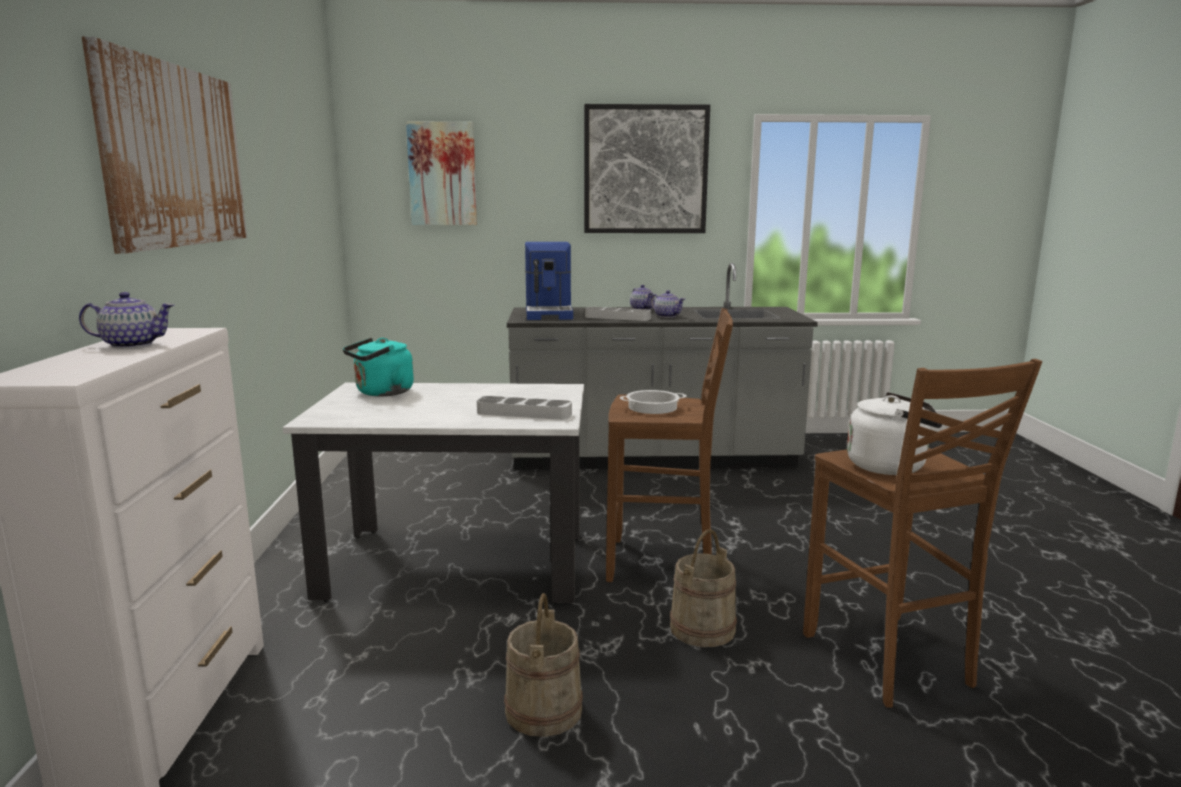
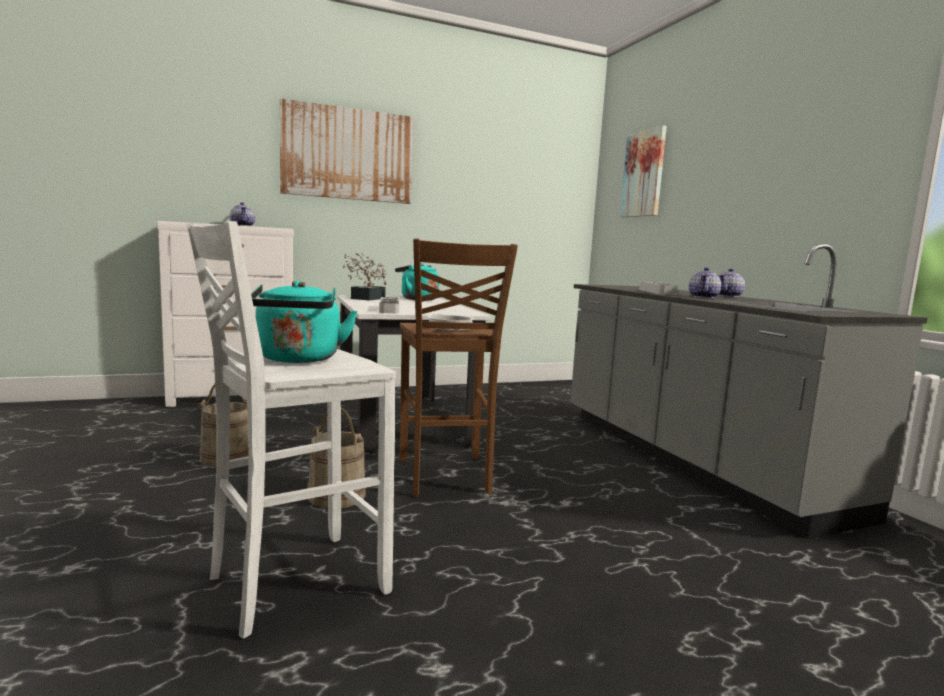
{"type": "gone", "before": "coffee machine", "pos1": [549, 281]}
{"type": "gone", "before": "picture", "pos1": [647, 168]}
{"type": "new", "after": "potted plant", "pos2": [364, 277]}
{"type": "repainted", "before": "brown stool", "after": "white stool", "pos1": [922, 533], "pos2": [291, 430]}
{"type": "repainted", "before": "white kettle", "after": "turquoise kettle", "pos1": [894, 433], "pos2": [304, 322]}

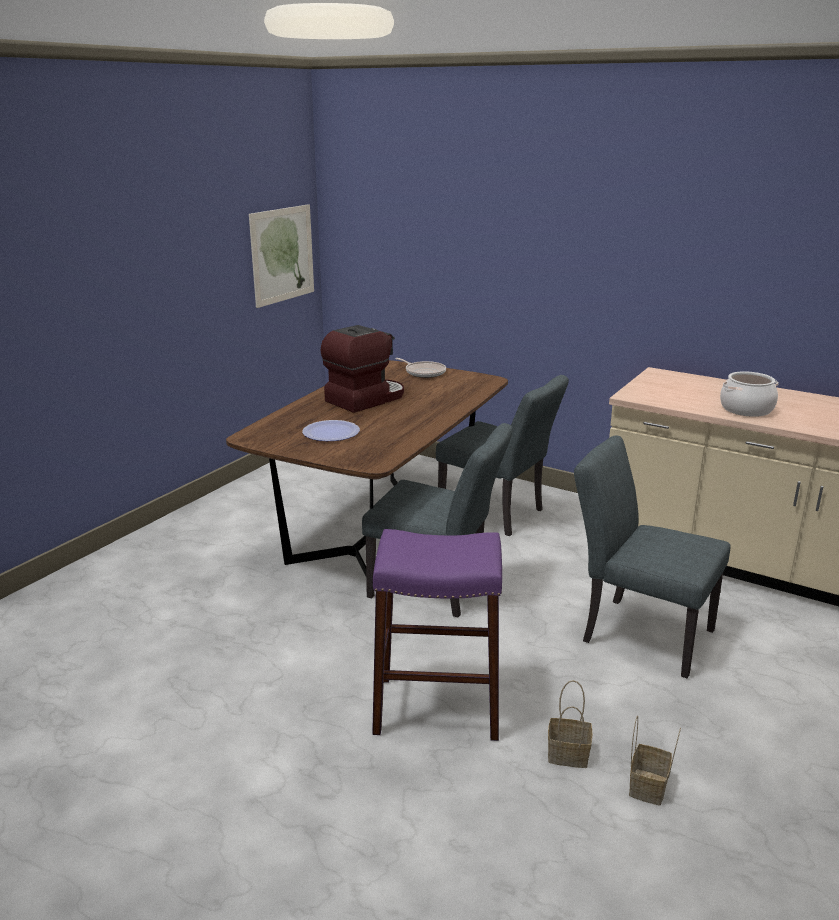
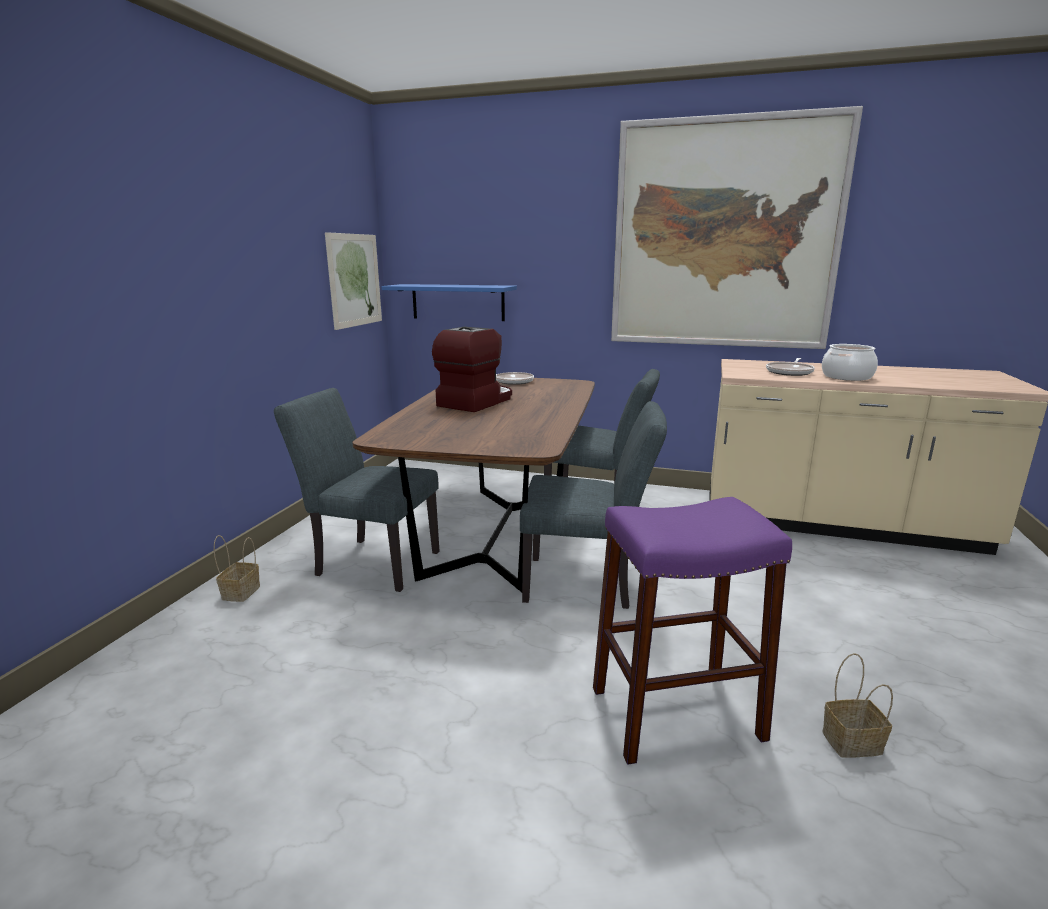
{"type": "gone", "before": "plate", "pos1": [331, 430]}
{"type": "new", "after": "blue shelf", "pos2": [449, 302]}
{"type": "new", "after": "picture", "pos2": [737, 227]}
{"type": "new", "after": "frying pan", "pos2": [790, 367]}
{"type": "shifted", "before": "grey chair", "pos1": [652, 557], "pos2": [356, 490]}
{"type": "shifted", "before": "basket", "pos1": [655, 761], "pos2": [237, 568]}

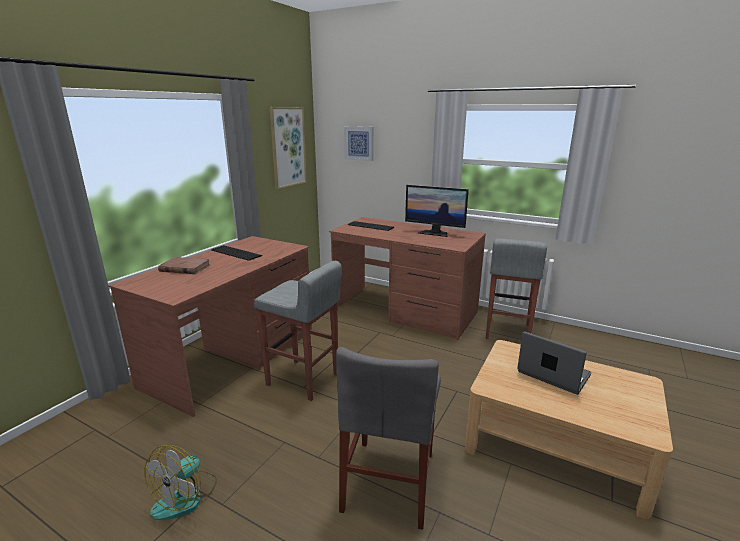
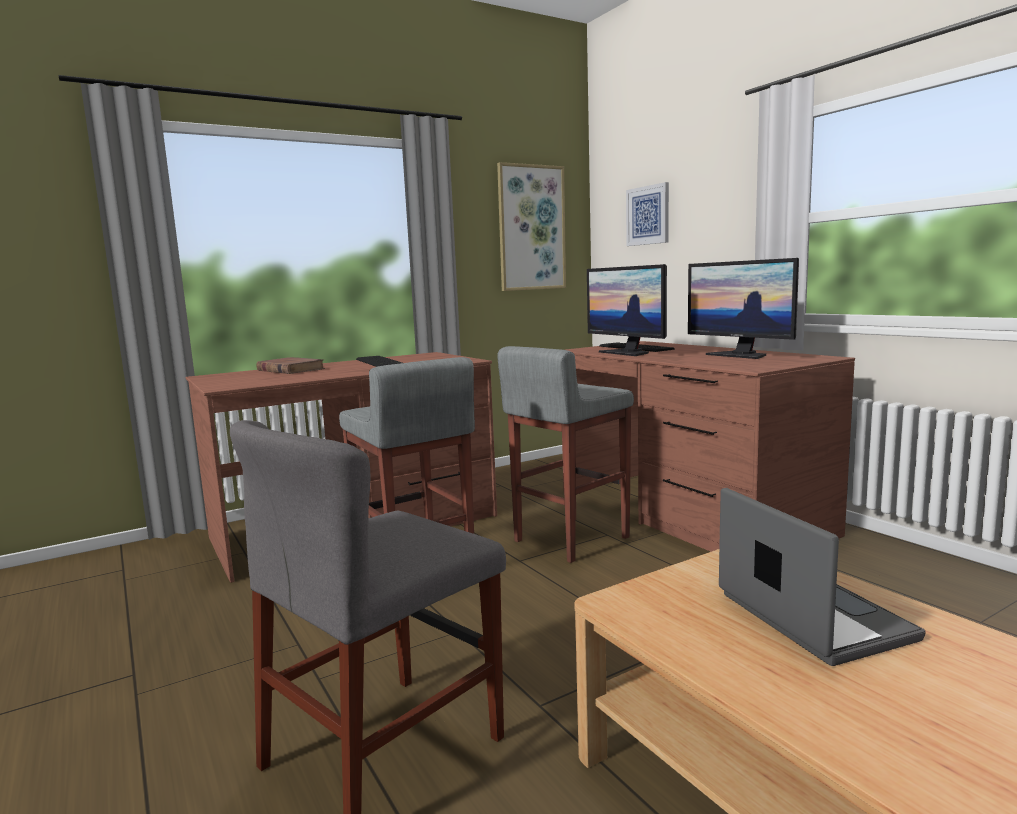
{"type": "gone", "before": "fan", "pos1": [180, 482]}
{"type": "new", "after": "monitor", "pos2": [627, 310]}
{"type": "shifted", "before": "grey stool", "pos1": [516, 288], "pos2": [565, 454]}

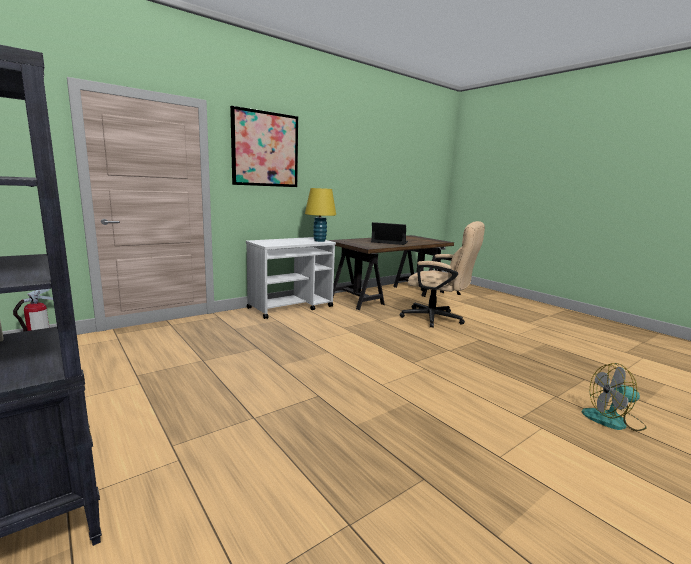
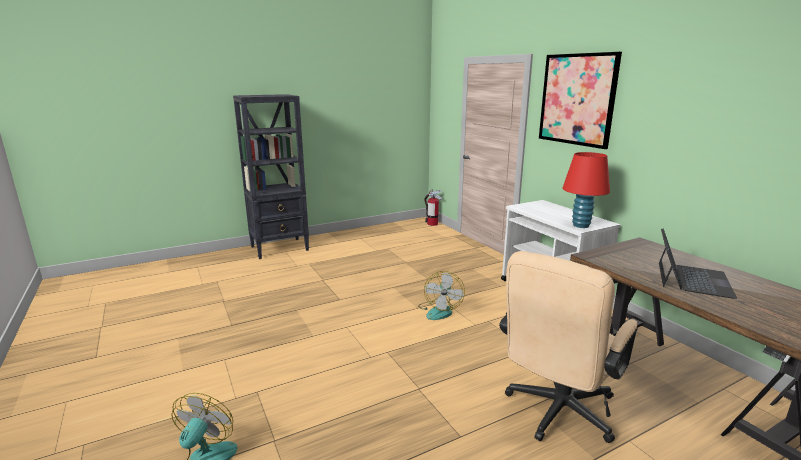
{"type": "new", "after": "fan", "pos2": [441, 295]}
{"type": "repainted", "before": "yellow table lamp", "after": "red table lamp", "pos1": [320, 215], "pos2": [586, 190]}

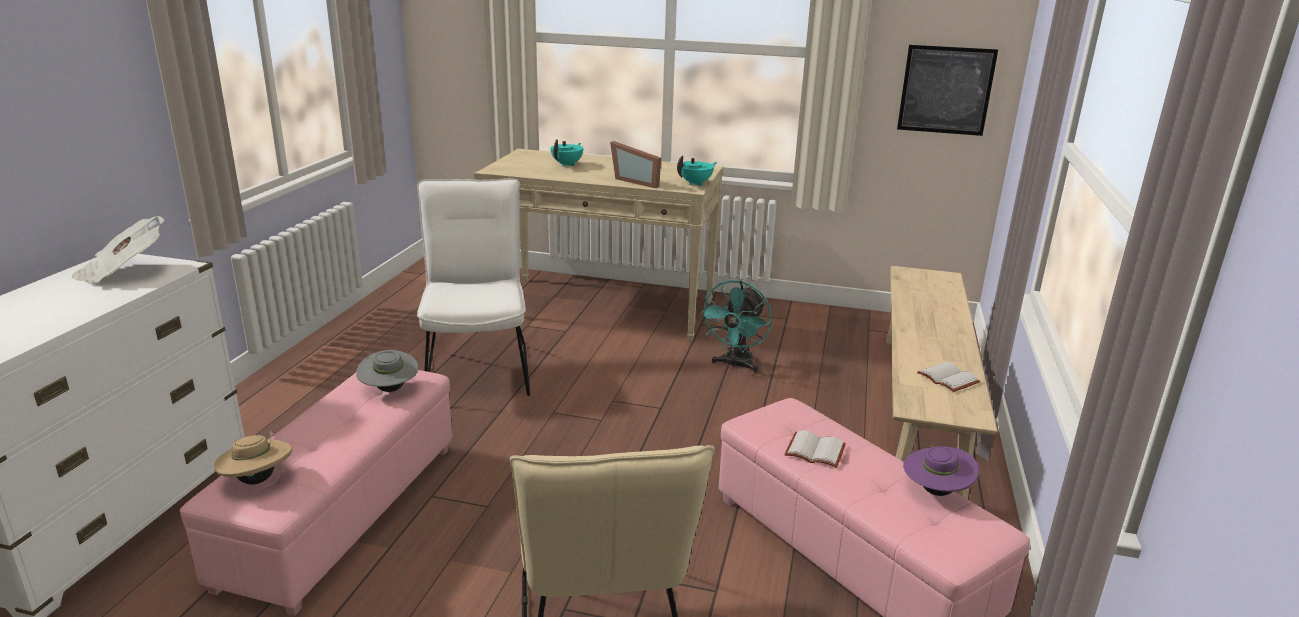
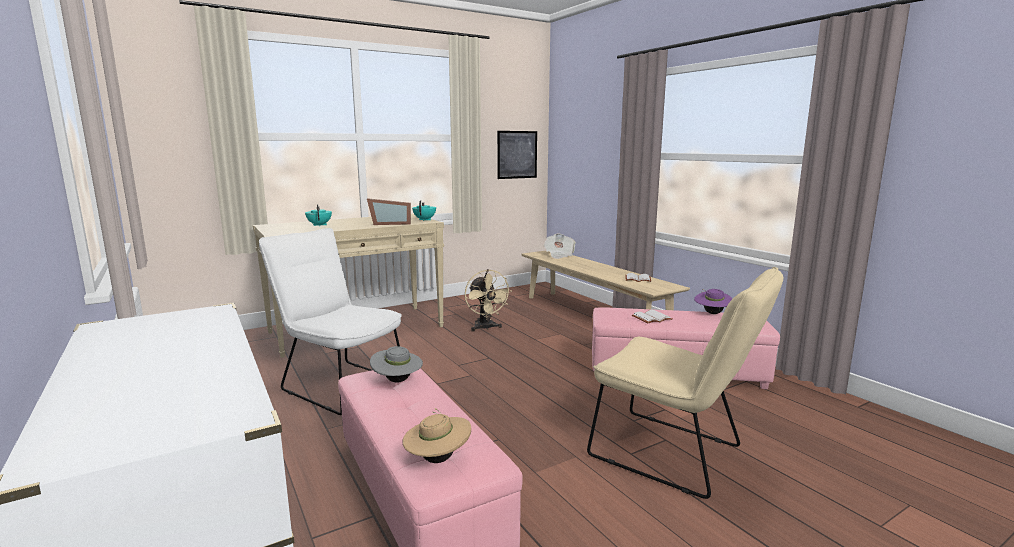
{"type": "shifted", "before": "newspaper", "pos1": [118, 249], "pos2": [559, 246]}
{"type": "repainted", "before": "turquoise fan", "after": "beige fan", "pos1": [735, 326], "pos2": [488, 300]}

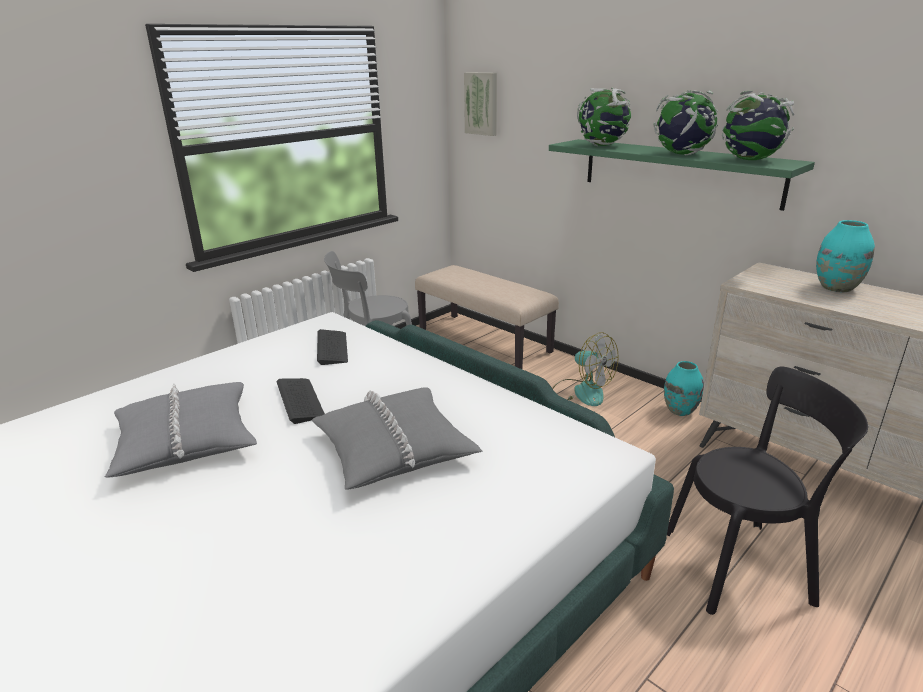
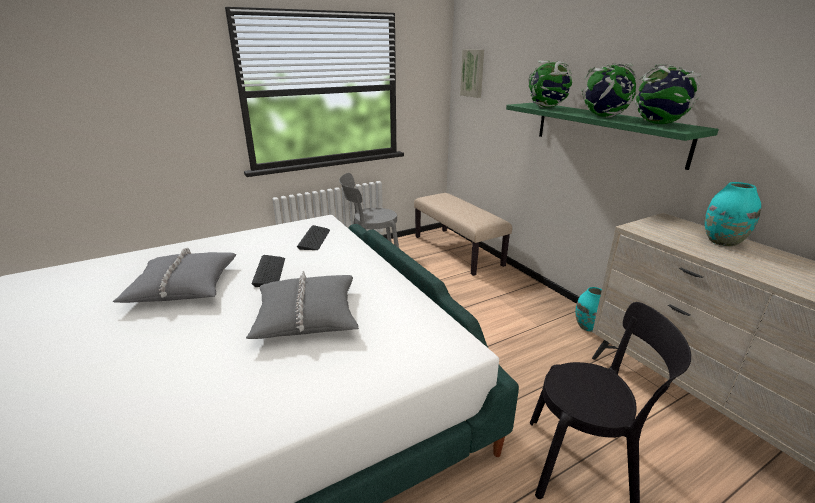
{"type": "gone", "before": "fan", "pos1": [585, 369]}

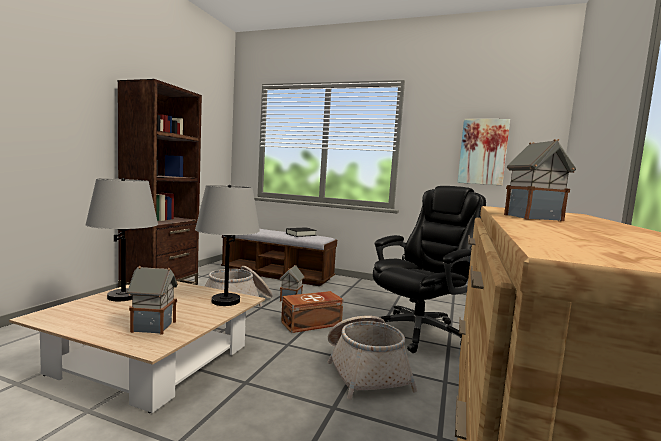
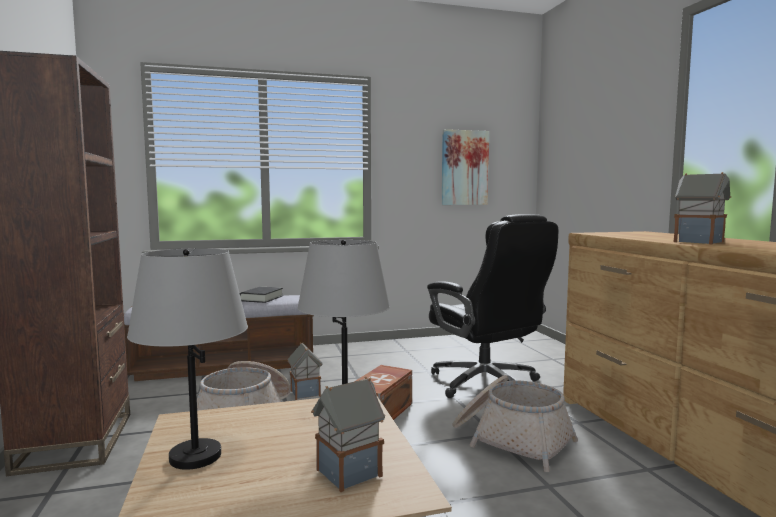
{"type": "rotated", "before": "black office chair", "pos1": [429, 269], "pos2": [492, 306], "turn": 135}

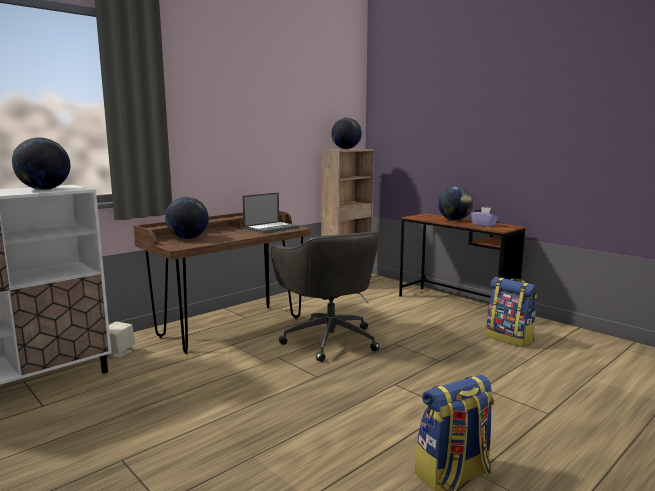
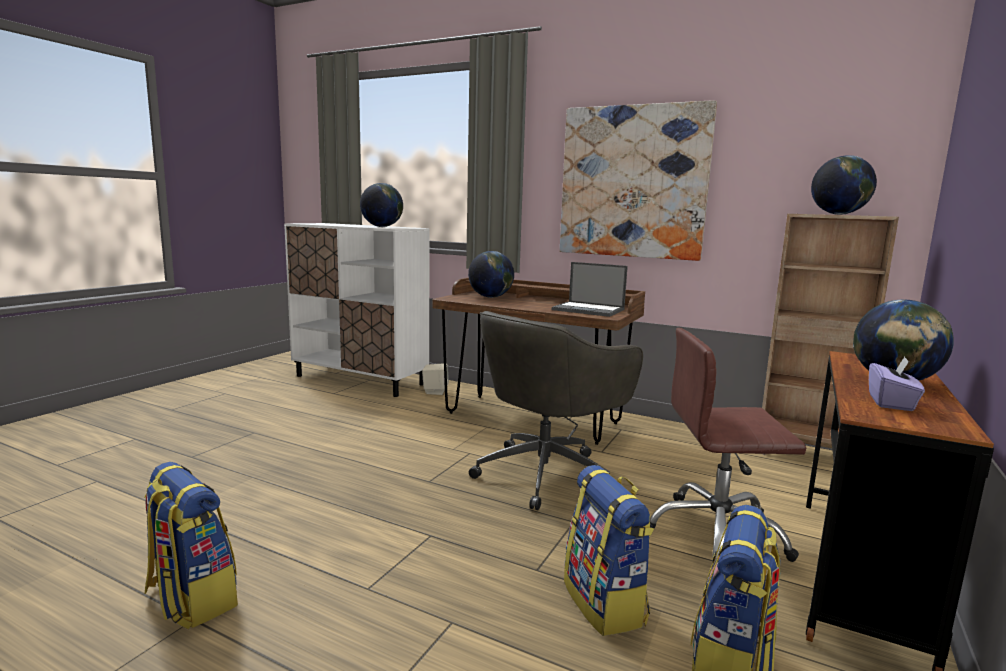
{"type": "new", "after": "picture", "pos2": [638, 180]}
{"type": "new", "after": "backpack", "pos2": [609, 550]}
{"type": "new", "after": "brown office chair", "pos2": [728, 445]}

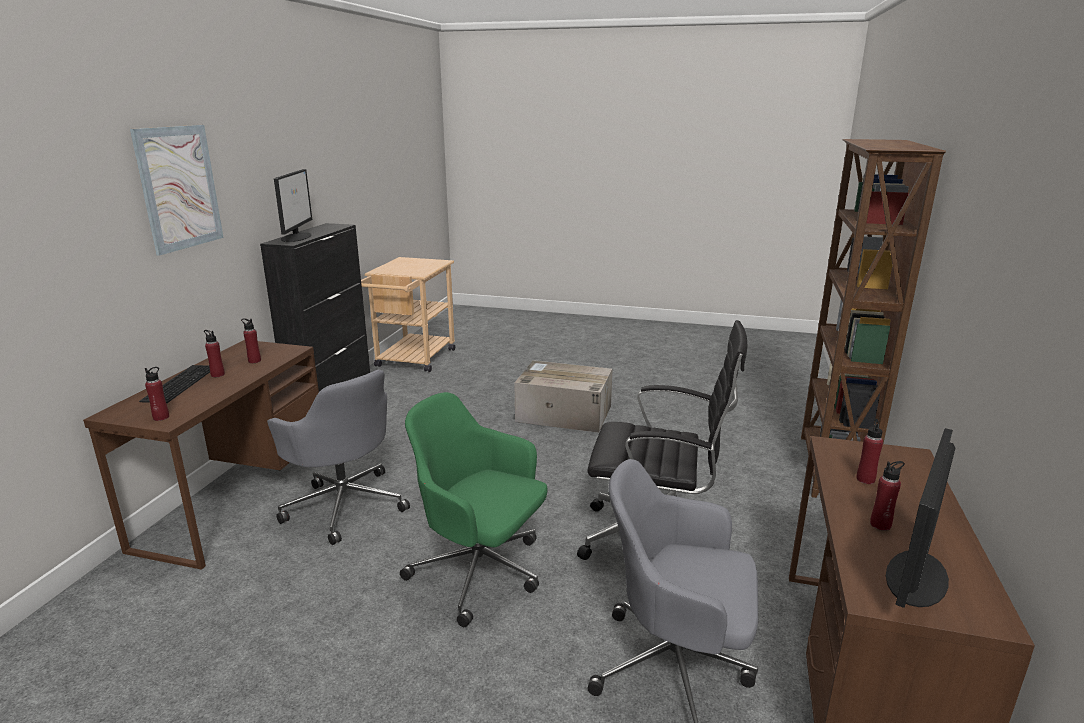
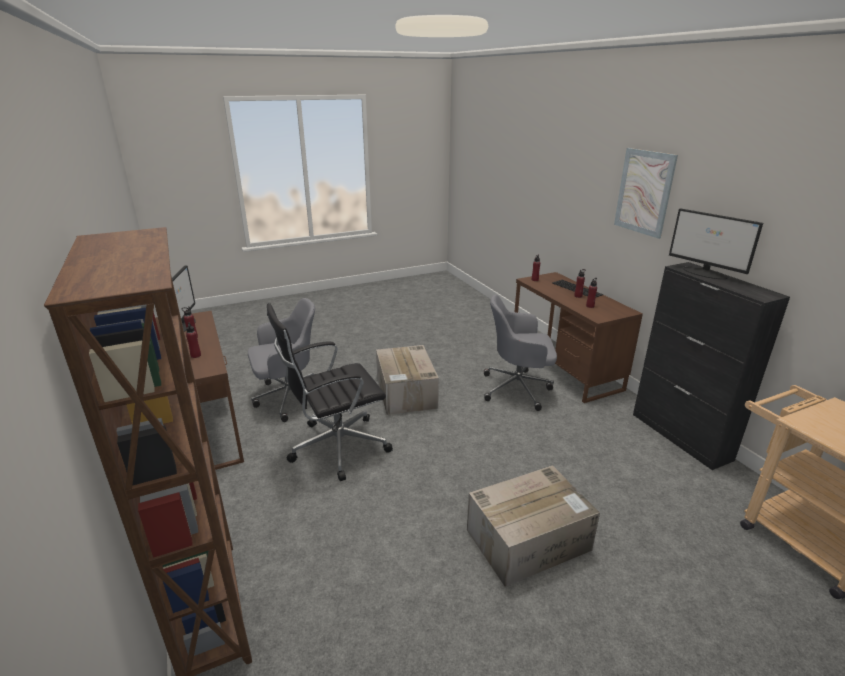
{"type": "swapped", "before": "green office chair", "after": "cardboard box", "pos1": [474, 509], "pos2": [407, 380]}

